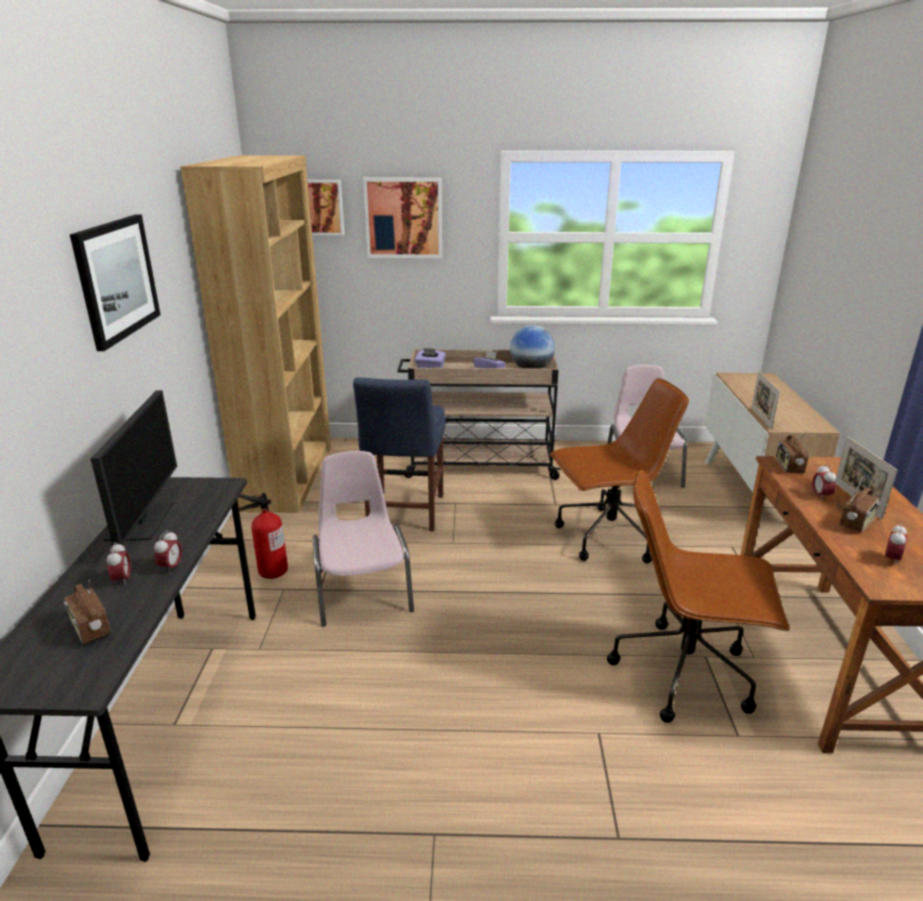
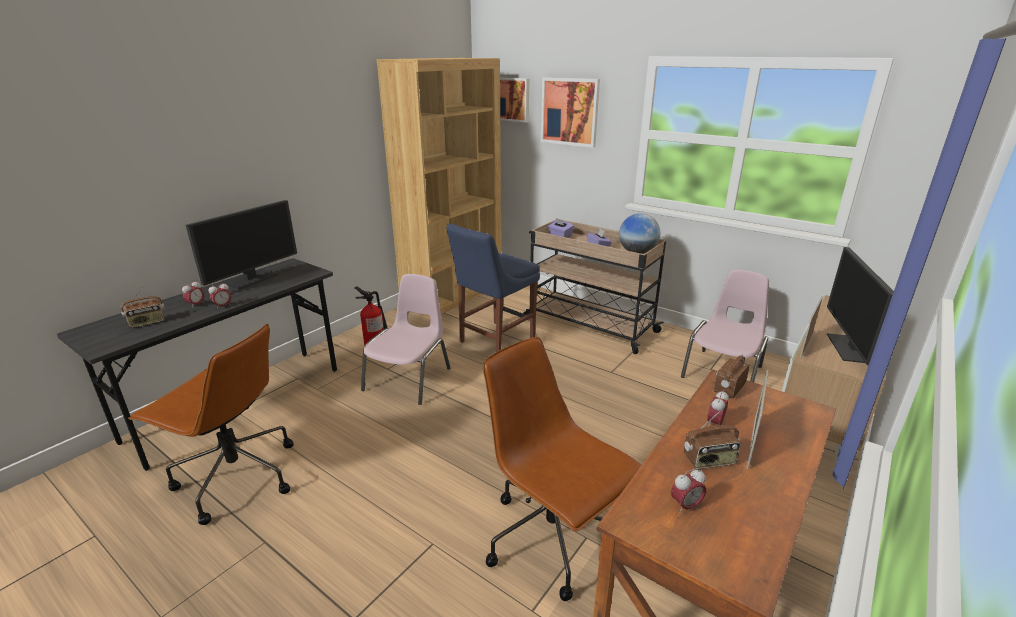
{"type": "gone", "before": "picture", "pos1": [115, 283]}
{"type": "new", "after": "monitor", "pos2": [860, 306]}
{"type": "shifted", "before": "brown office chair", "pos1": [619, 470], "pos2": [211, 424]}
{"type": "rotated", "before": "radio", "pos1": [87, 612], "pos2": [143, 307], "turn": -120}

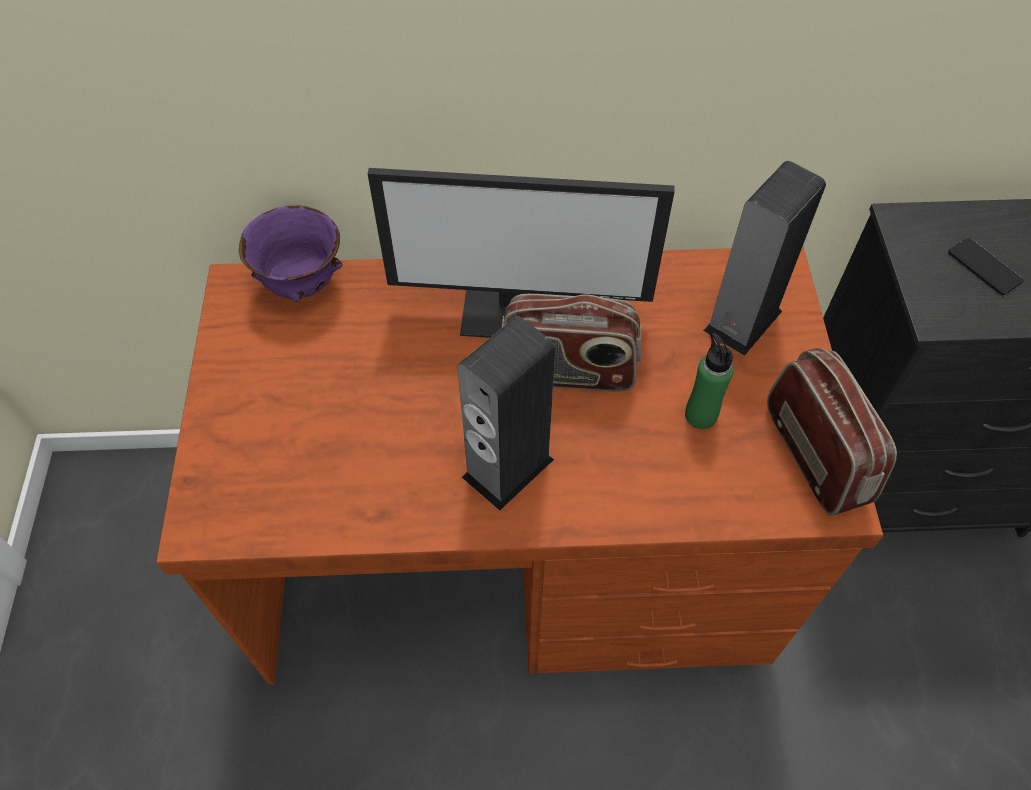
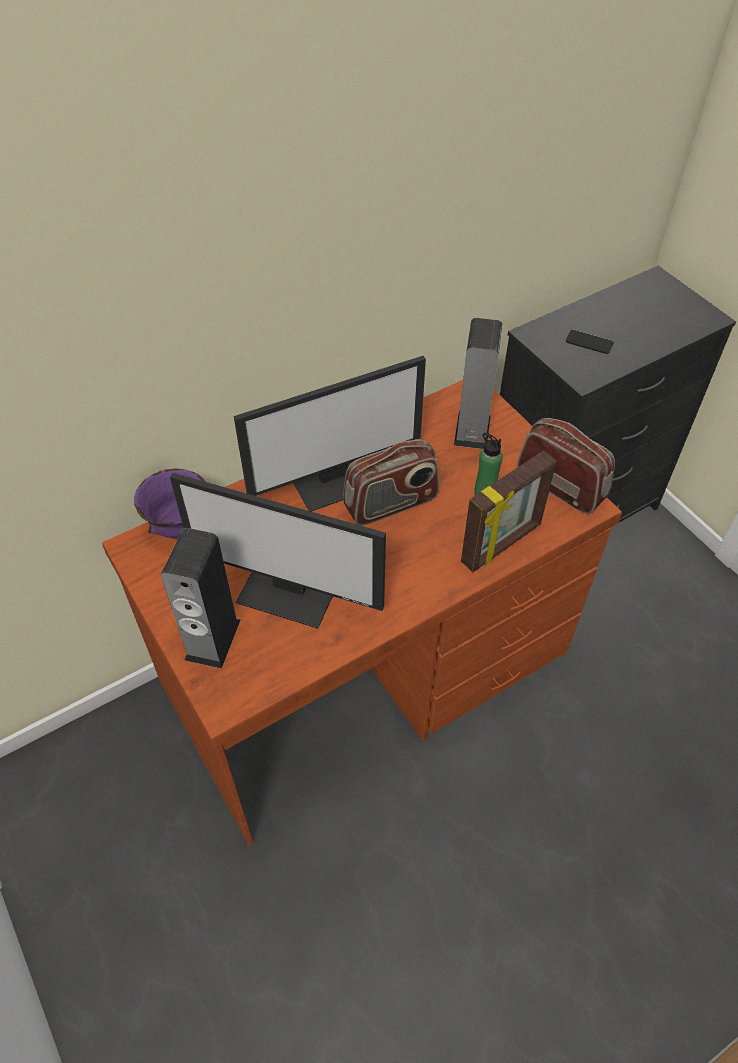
{"type": "new", "after": "monitor", "pos2": [278, 551]}
{"type": "new", "after": "picture frame", "pos2": [509, 511]}
{"type": "shifted", "before": "speaker", "pos1": [506, 413], "pos2": [200, 598]}

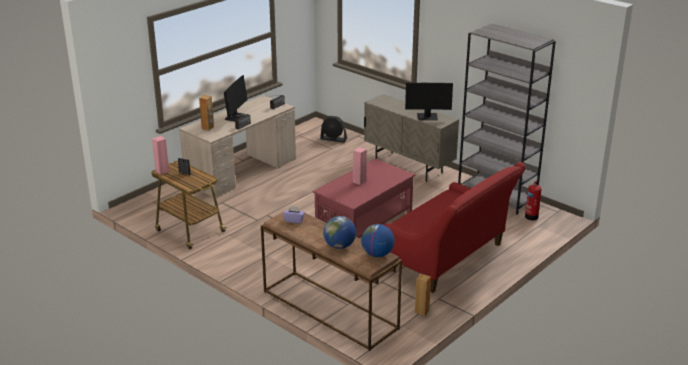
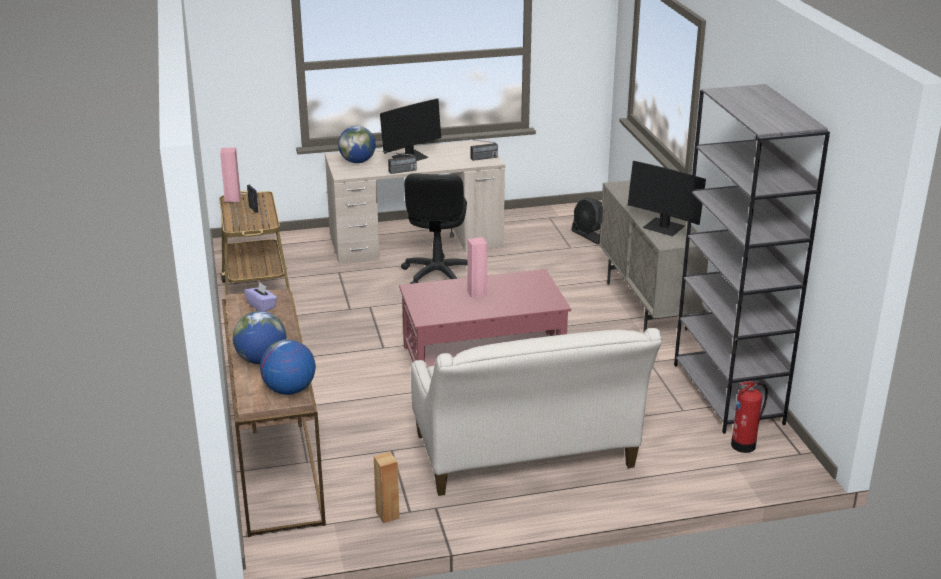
{"type": "new", "after": "black office chair", "pos2": [434, 228]}
{"type": "swapped", "before": "brown speaker", "after": "globe", "pos1": [206, 113], "pos2": [357, 144]}
{"type": "repainted", "before": "red sofa", "after": "beige sofa", "pos1": [454, 227], "pos2": [536, 412]}

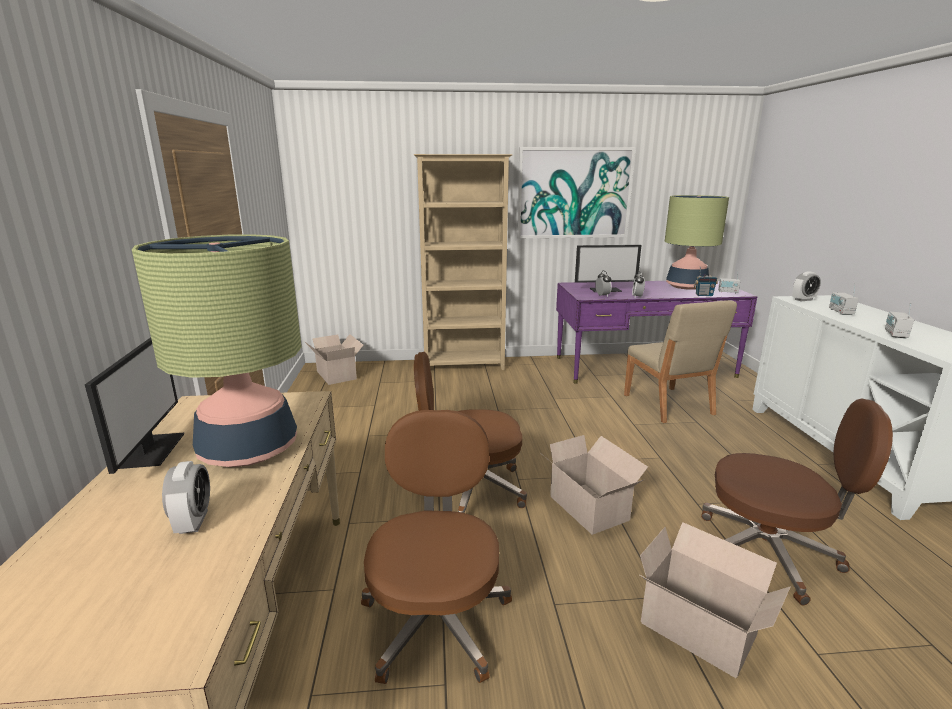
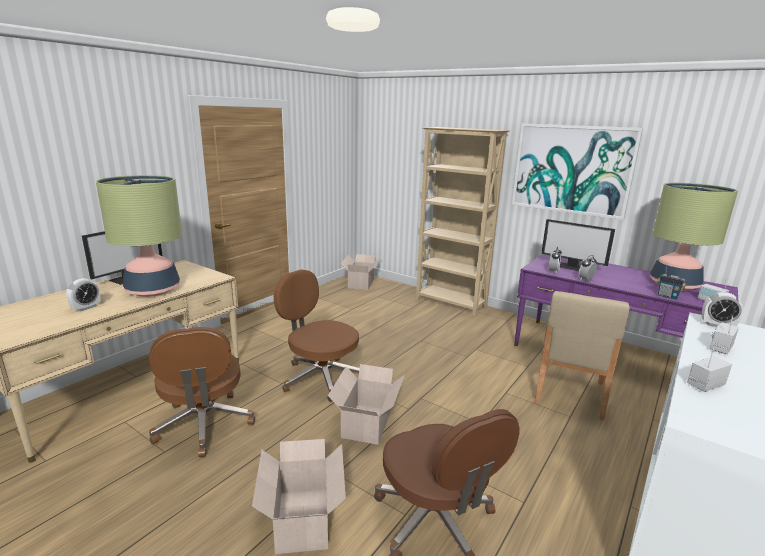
{"type": "rotated", "before": "brown office chair", "pos1": [436, 547], "pos2": [202, 392], "turn": 120}

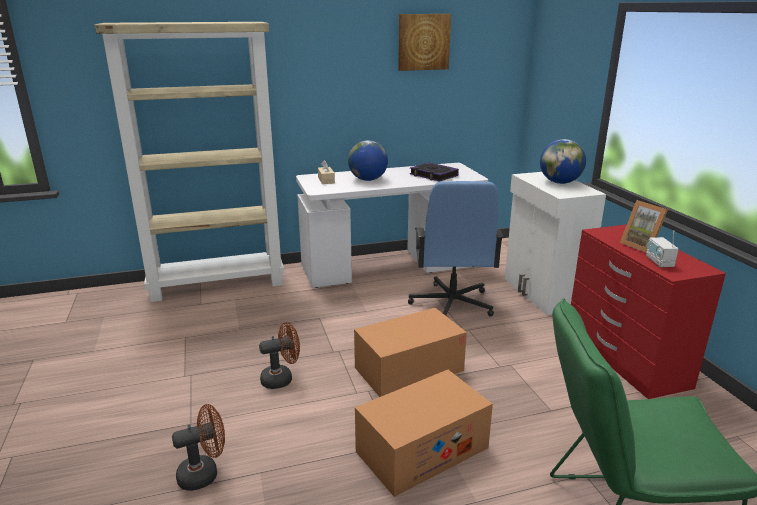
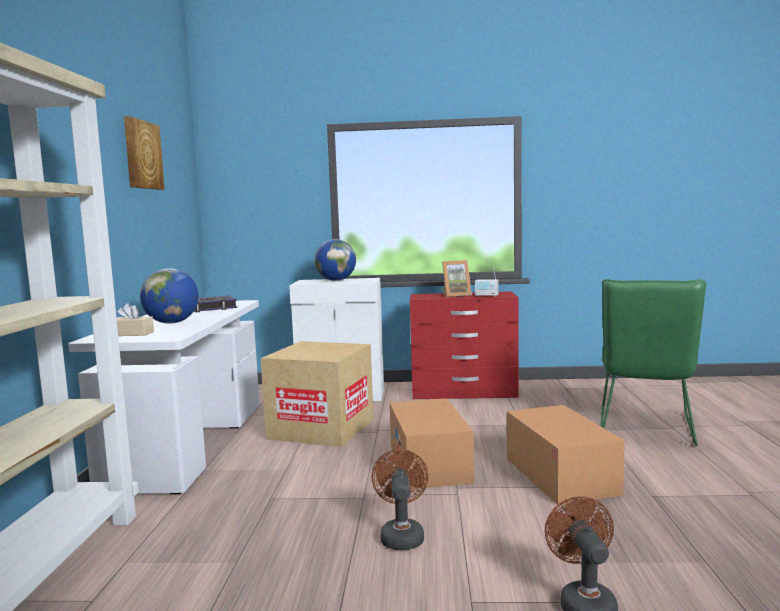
{"type": "swapped", "before": "blue office chair", "after": "cardboard box", "pos1": [456, 248], "pos2": [317, 394]}

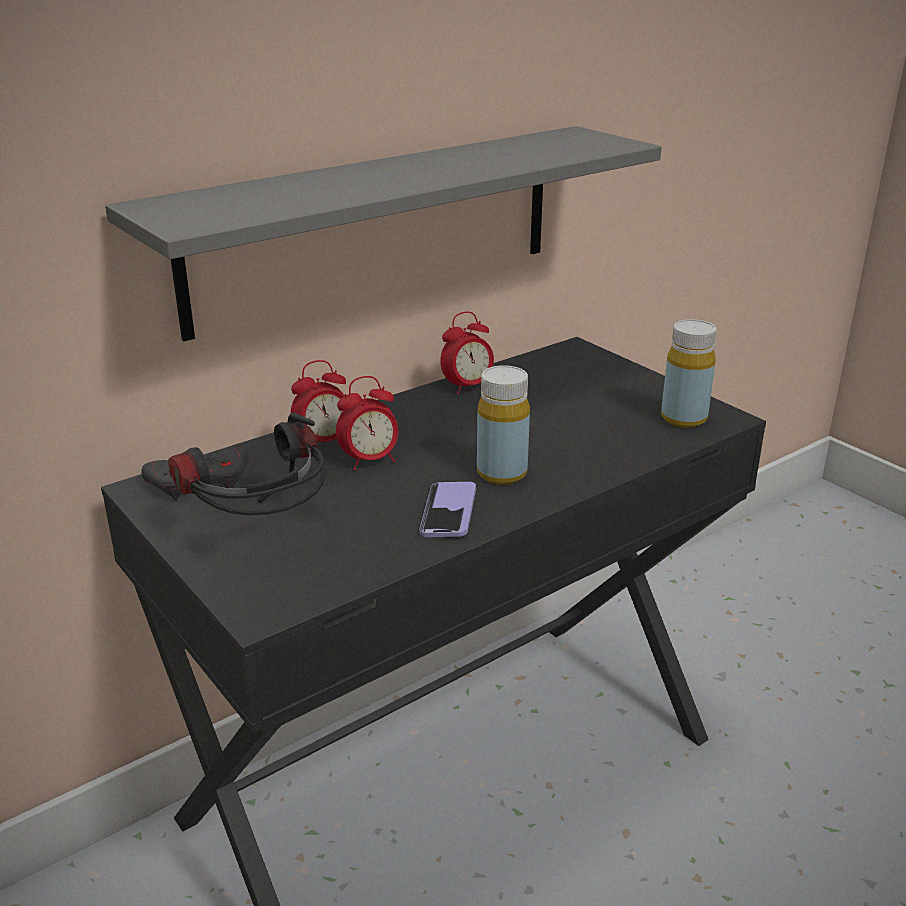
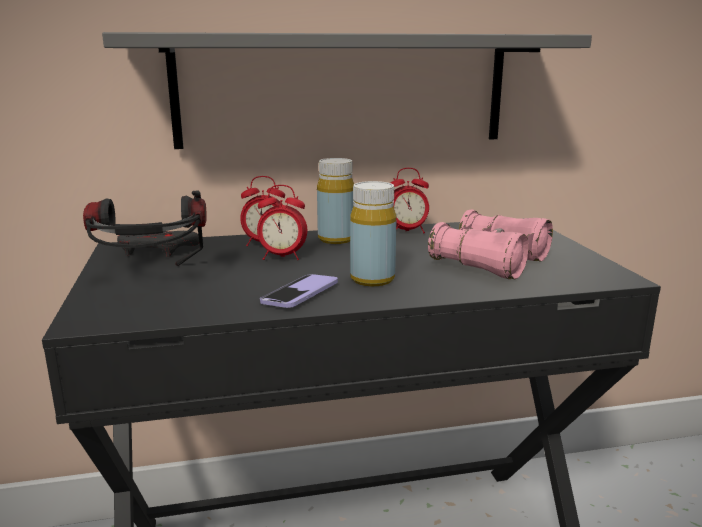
{"type": "new", "after": "pink binoculars", "pos2": [490, 244]}
{"type": "shifted", "before": "yellow bottle", "pos1": [689, 373], "pos2": [335, 201]}

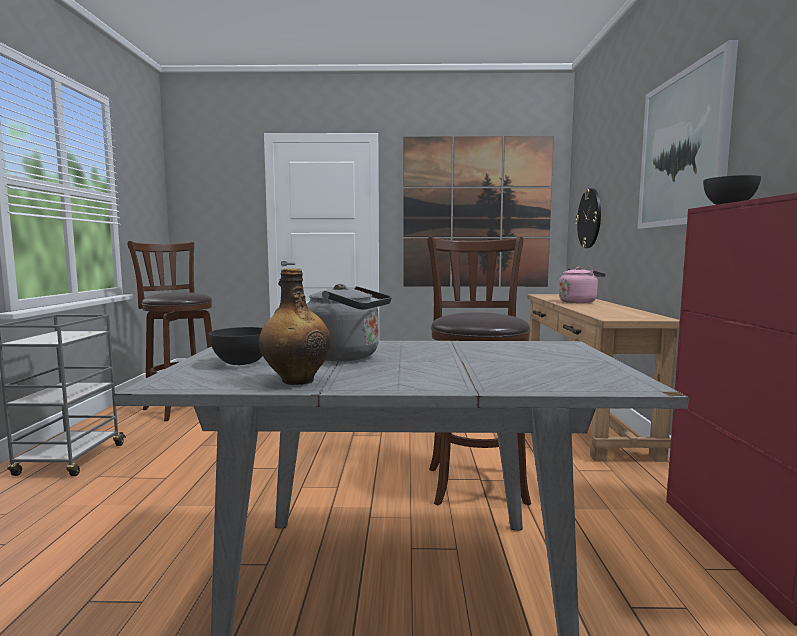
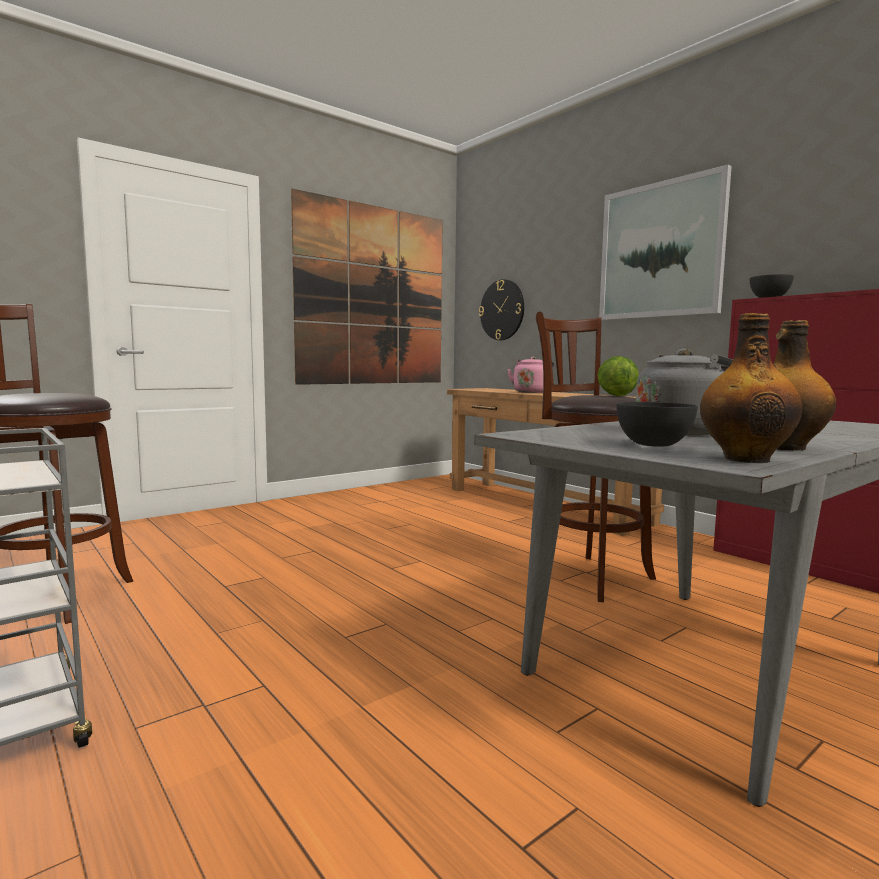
{"type": "new", "after": "lettuce", "pos2": [618, 376]}
{"type": "new", "after": "bottle", "pos2": [751, 388]}

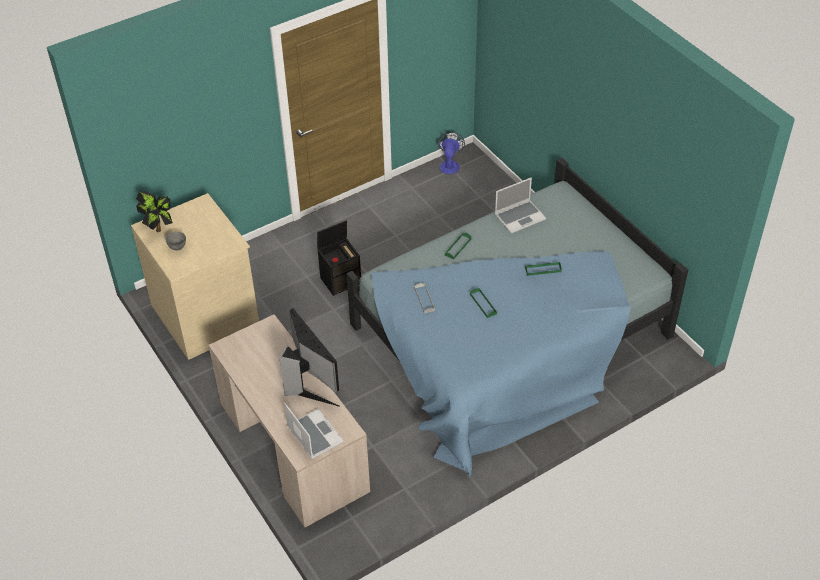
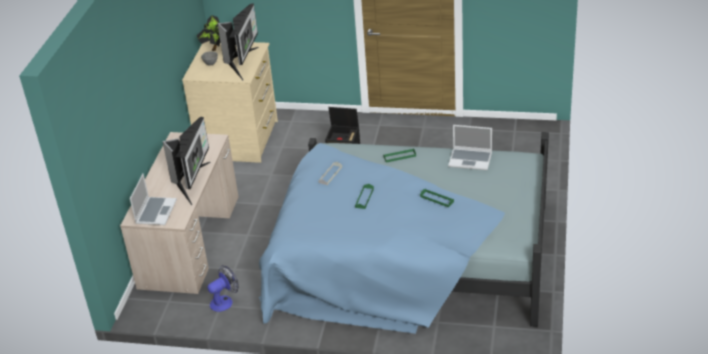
{"type": "new", "after": "monitor", "pos2": [238, 42]}
{"type": "shifted", "before": "fan", "pos1": [451, 153], "pos2": [223, 288]}

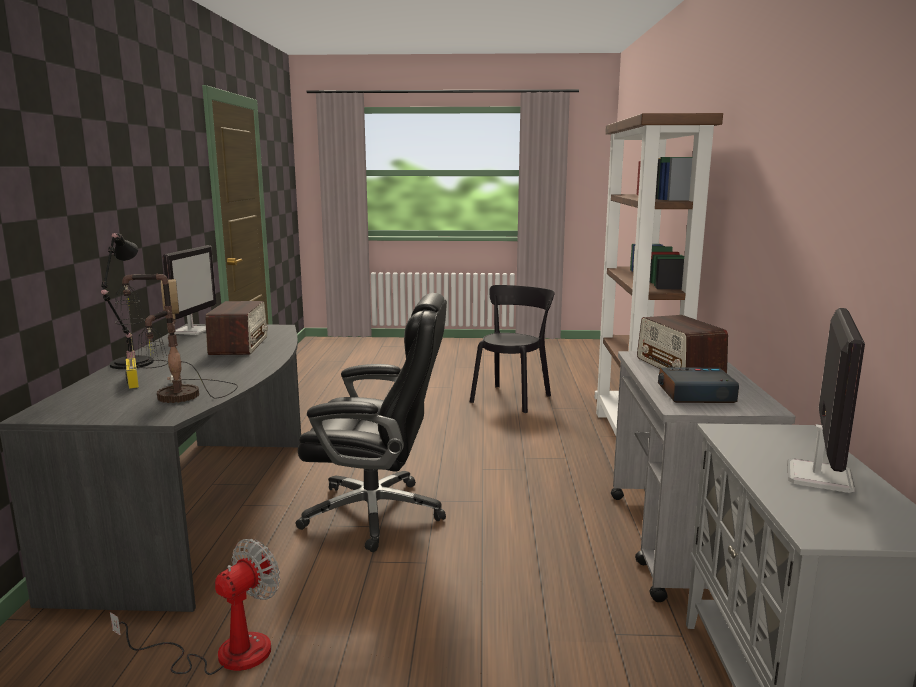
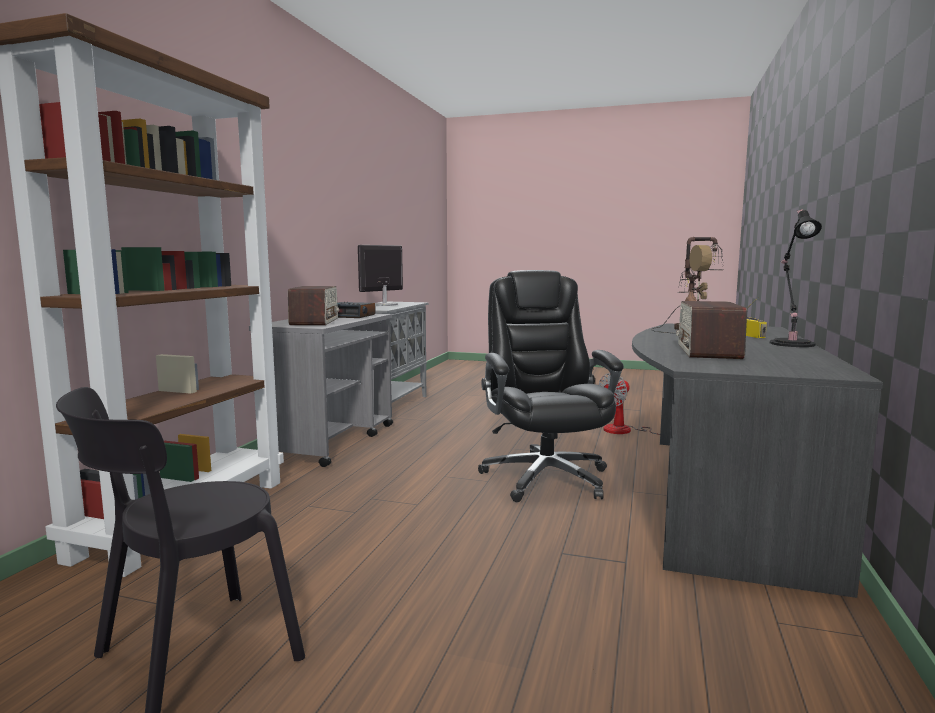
{"type": "gone", "before": "monitor", "pos1": [189, 290]}
{"type": "rotated", "before": "black office chair", "pos1": [371, 422], "pos2": [551, 386], "turn": 60}

